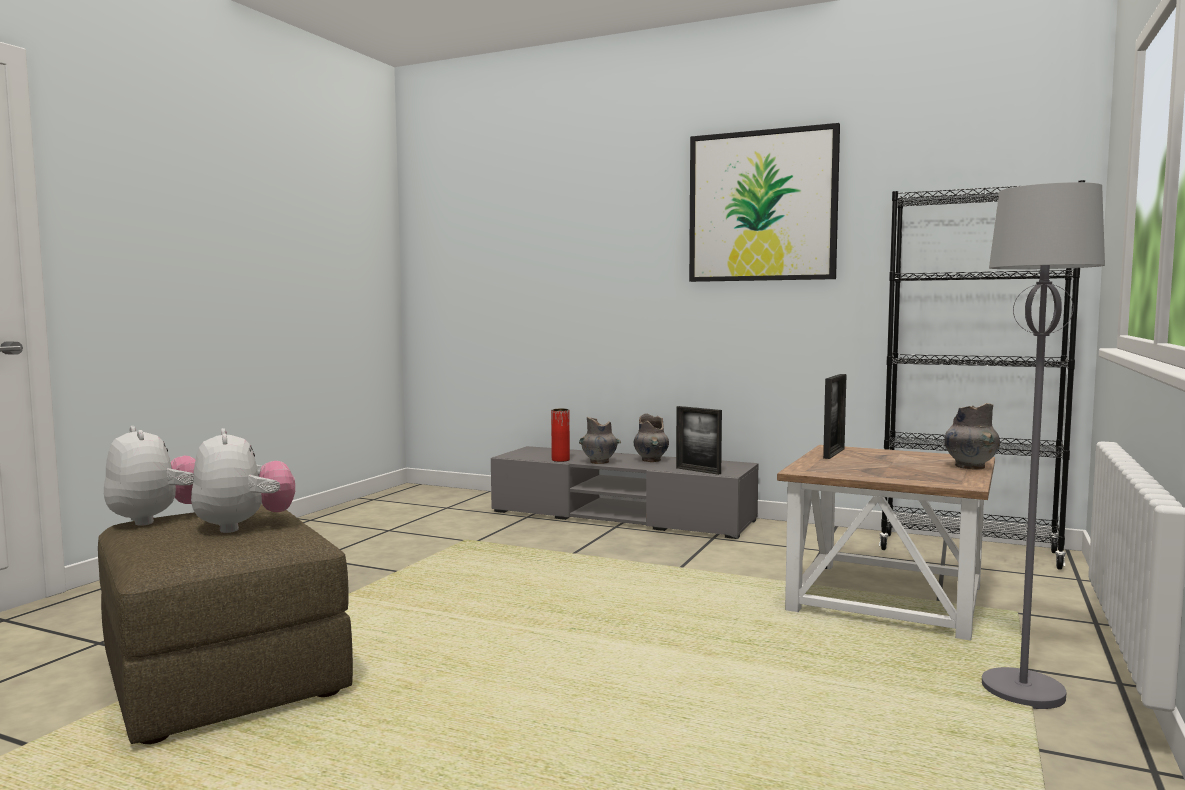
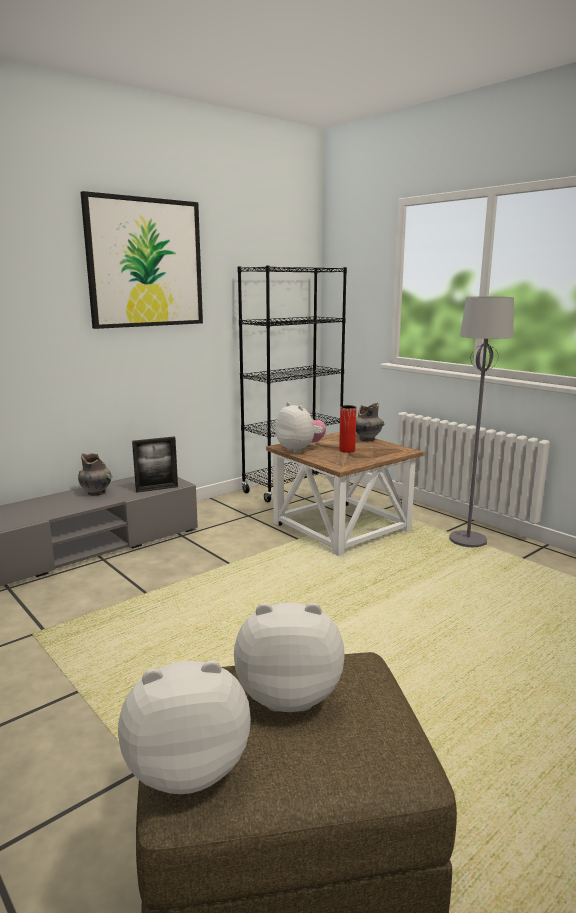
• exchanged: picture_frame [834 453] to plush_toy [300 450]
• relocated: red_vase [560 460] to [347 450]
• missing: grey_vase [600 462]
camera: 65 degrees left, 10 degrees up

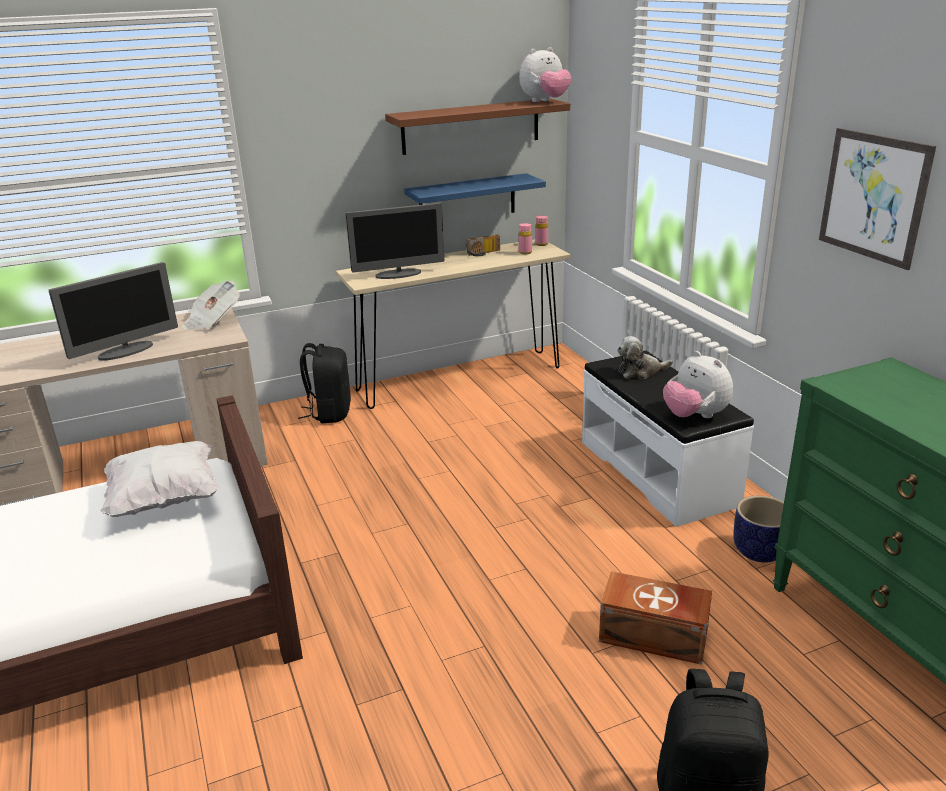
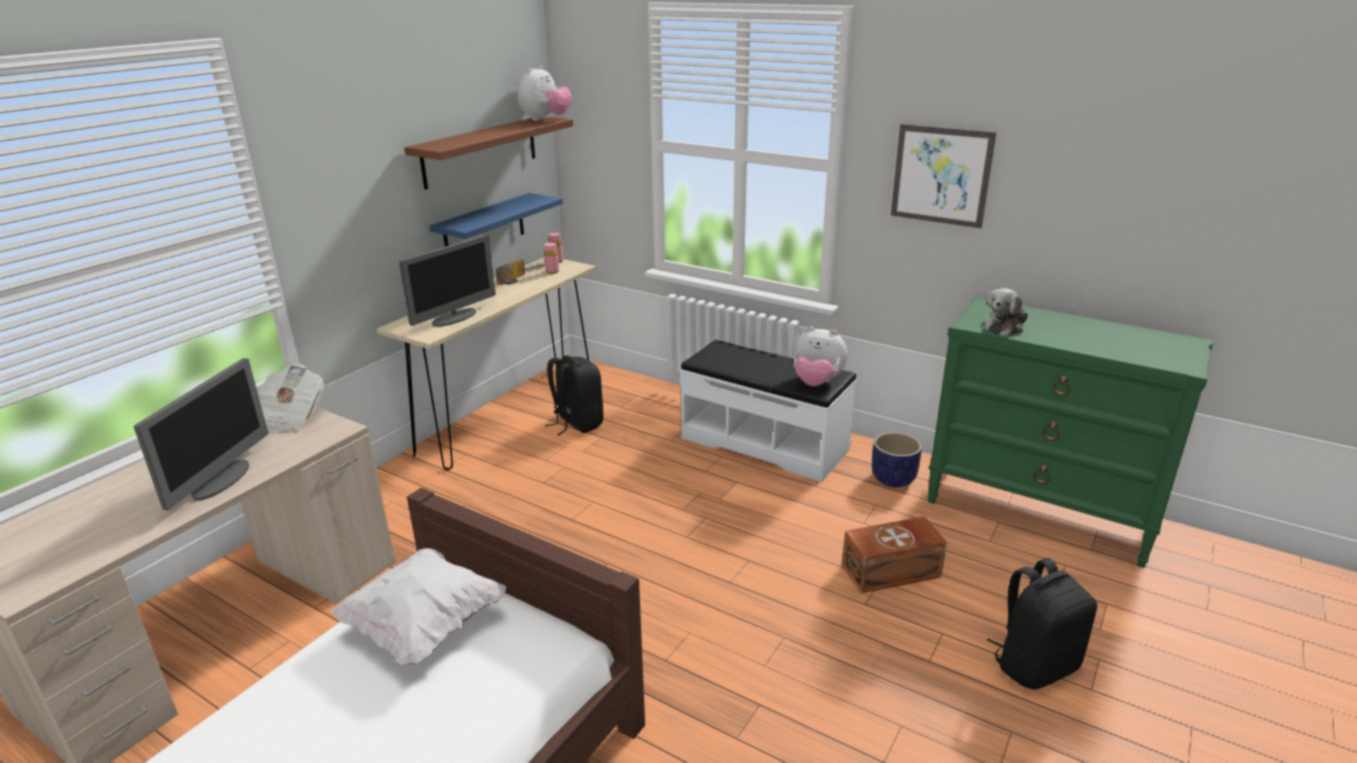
• relocated: plush_toy [640 371] to [1005 326]
• relocated: black_backpack [329 413] to [576 423]
camera: 35 degrees left, 0 degrees up

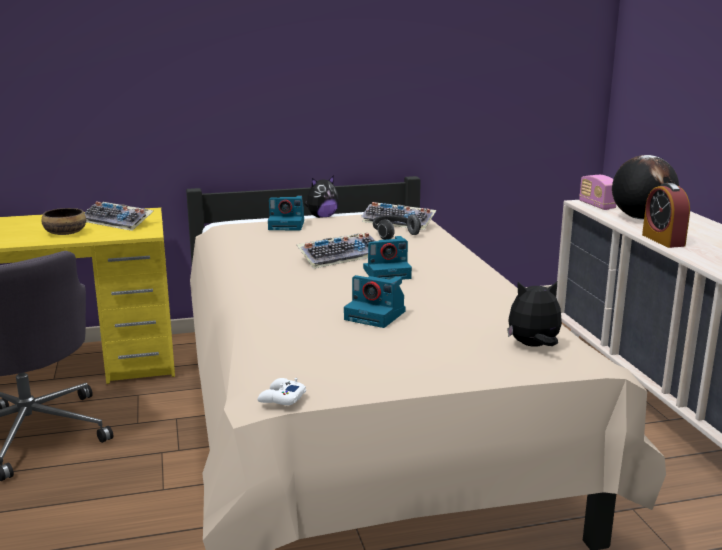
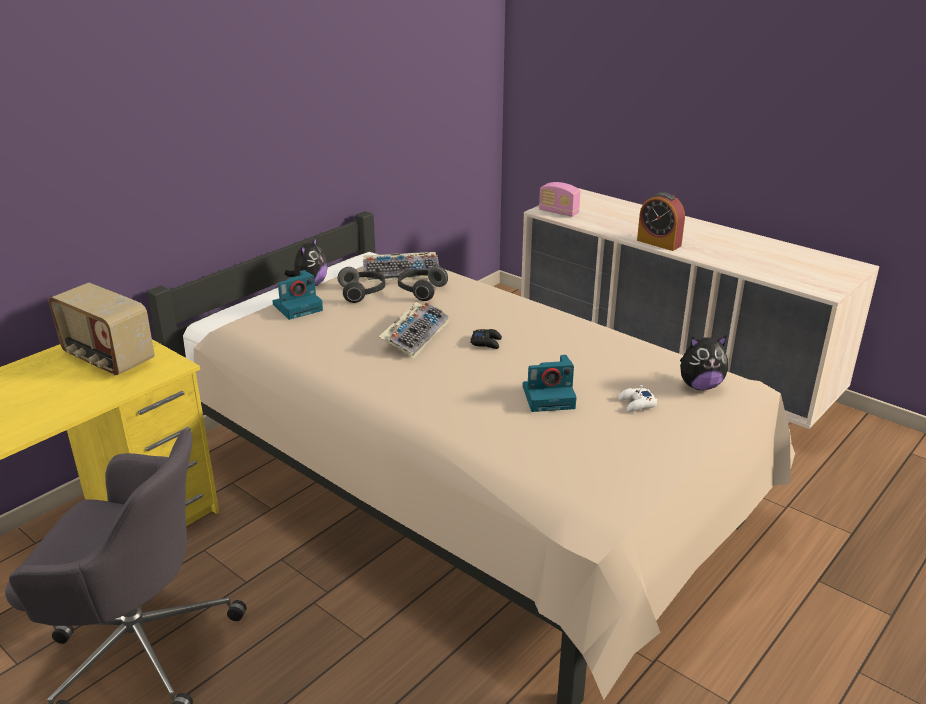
• missing: globe [641 218]
• exchanged: keyboard [119 222] to radio [107 359]
• missing: bowl [65 233]
• exchanged: photo_camera [387 273] to black_game_controller [486 342]
• spun: plush_toy [533 346] = [699 386] 150 degrees counterclockwise
• relocated: white_game_controller [281 398] to [637 404]
• appeared: headphones [363 293]
camera: 35 degrees left, 10 degrees up

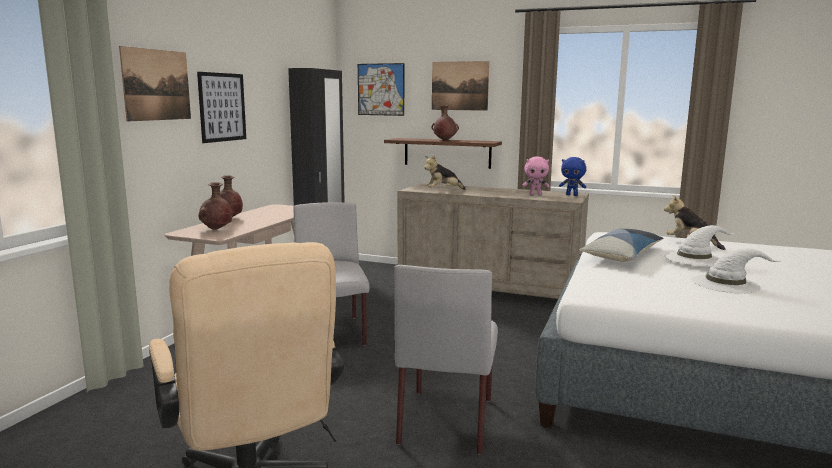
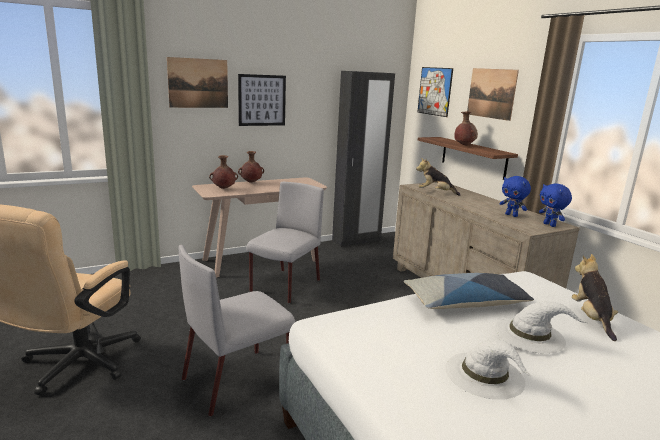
• colour: pink_plush_toy [535 194] to blue_plush_toy [511 215]
camera: 40 degrees right, 5 degrees up

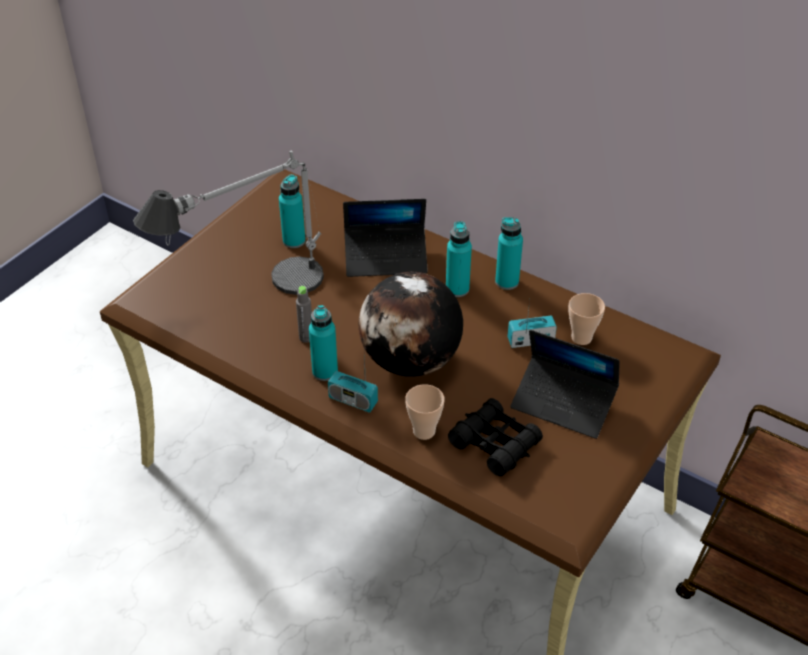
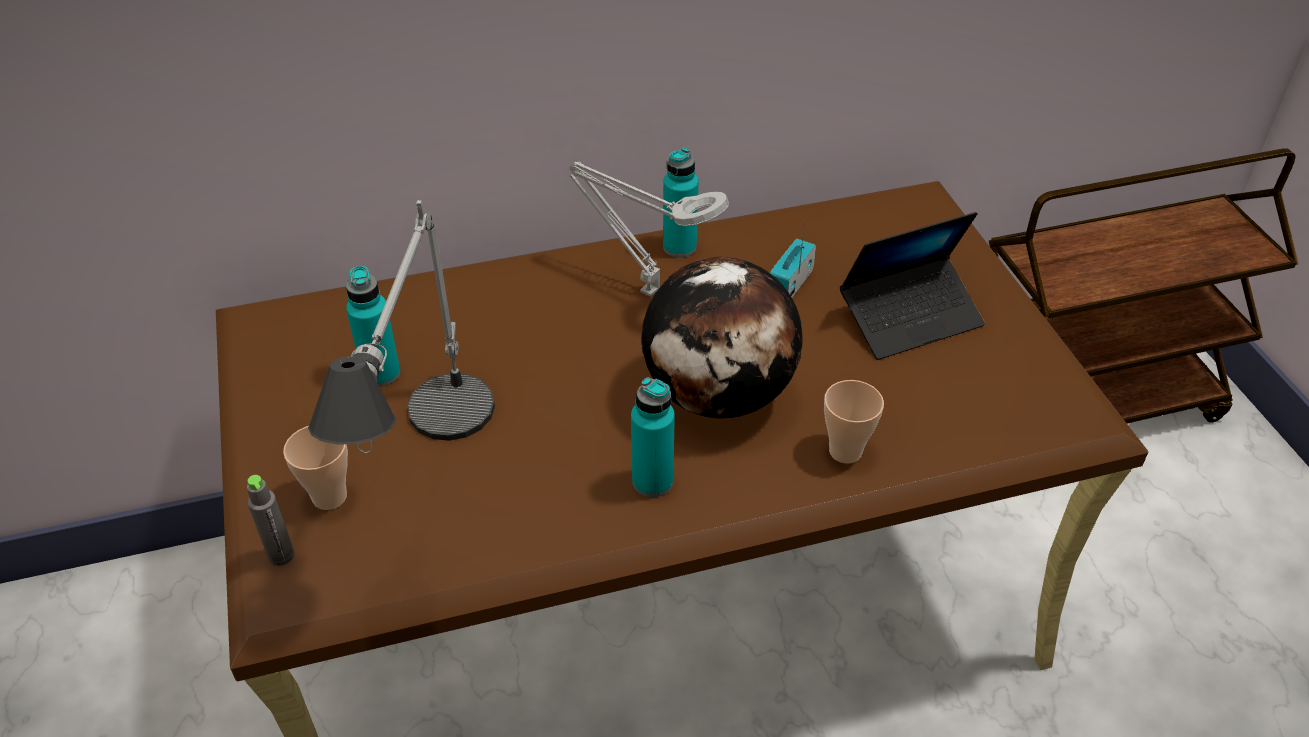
• missing: laptop [386 258]
• exchanged: turquoise_bottle [457 289] to grey_table_lamp [645 289]
• relocated: grey_bottle [306 337] to [281 555]
• relocated: cup [581 338] to [329 497]
• missing: radio [353 400]
• missing: black_binoculars [495 443]
camera: 50 degrees left, 0 degrees up

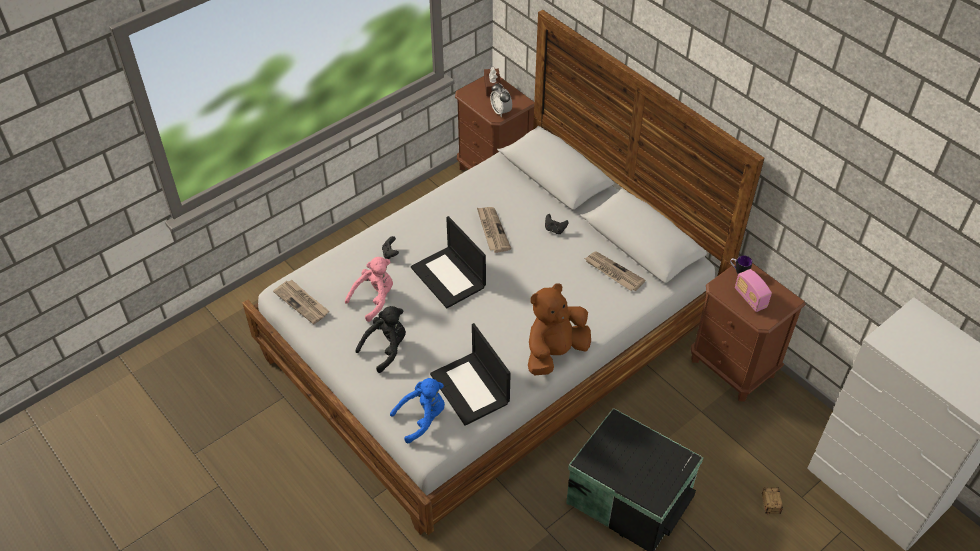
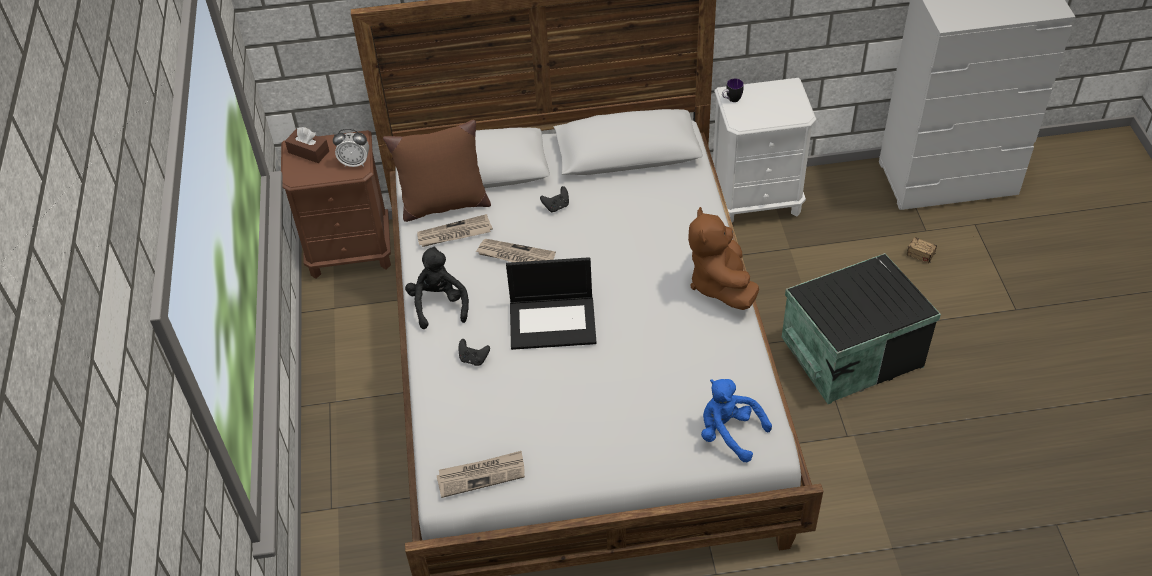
• relocated: newspaper [613 272] to [454 234]
• missing: pink_plush_toy [374 299]
• colour: brown_nightstand [733 367] to white_nightstand [757 200]
• missing: radio [750 298]
• relocated: black_plush_toy [386 348] to [439 304]
• missing: laptop [471 389]
• spun: blue_plush_toy [422 418] = [729 433] 60 degrees counterclockwise
• appeared: brown_pillow [443 204]
camera: 55 degrees left, 0 degrees up

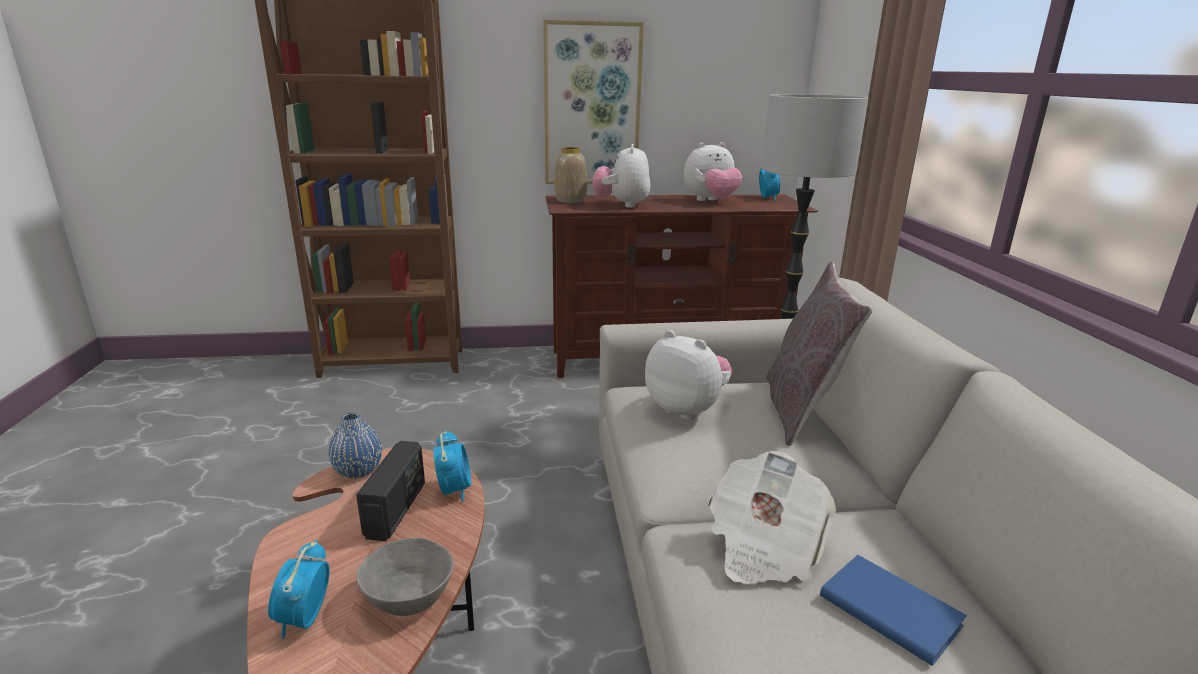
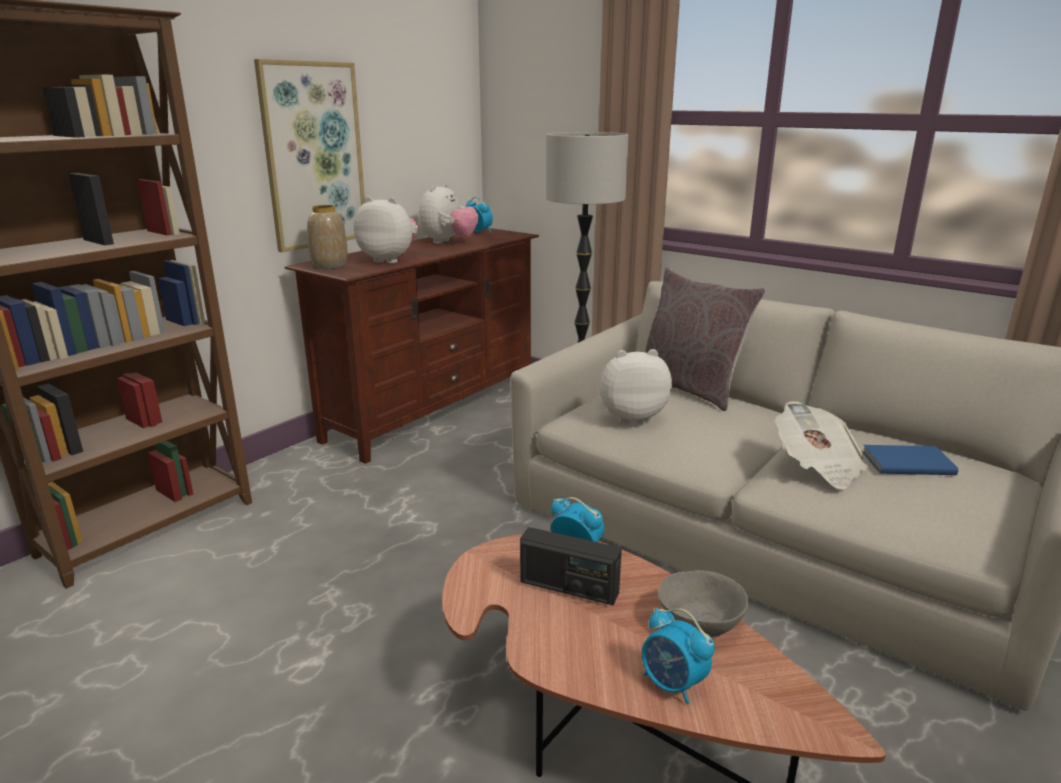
• spun: plush_toy [621 205] = [389 260] 150 degrees clockwise
• missing: blue_vase [358 470]
• spun: radio [396 509] = [569 588] 150 degrees clockwise
camera: 45 degrees left, 0 degrees up

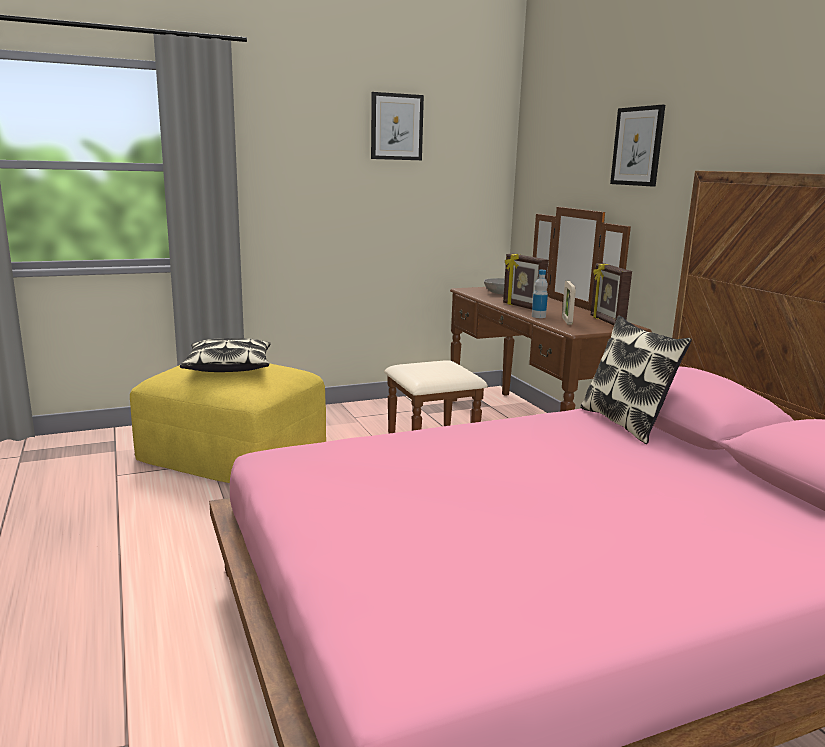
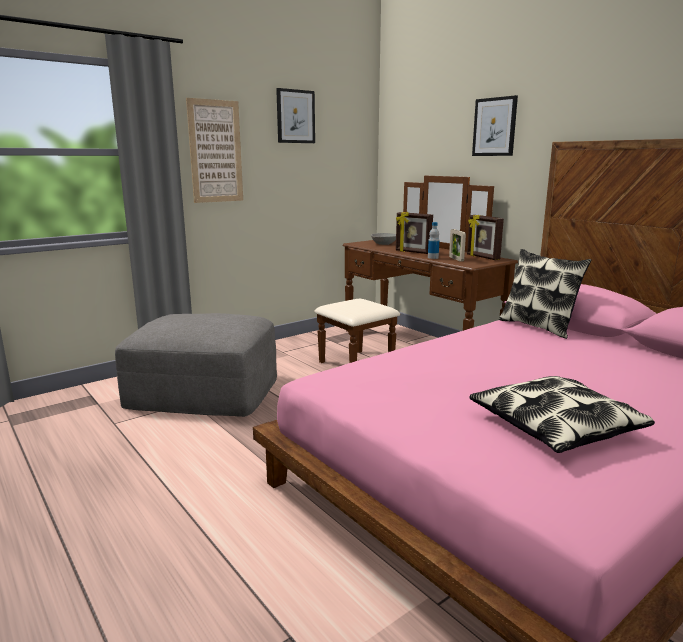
• relocated: pillow [228 367] to [554 427]
• colour: yellow_ottoman [234 451] to grey_ottoman [204 390]
• appeared: picture [215 151]
camera: 15 degrees left, 0 degrees up

